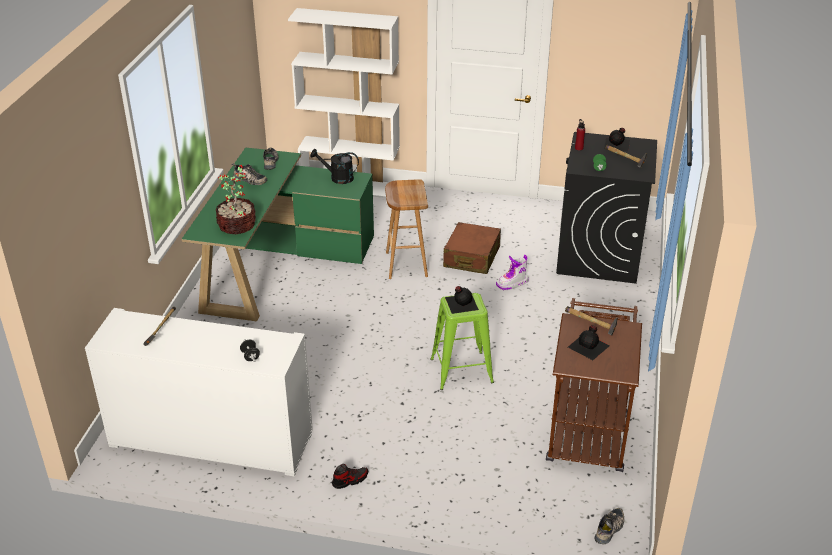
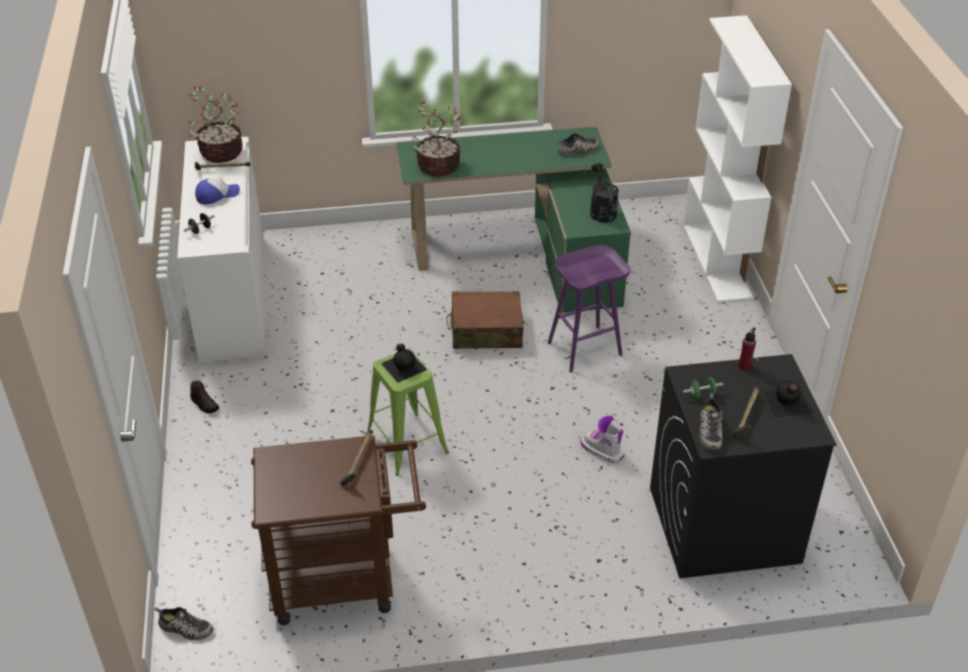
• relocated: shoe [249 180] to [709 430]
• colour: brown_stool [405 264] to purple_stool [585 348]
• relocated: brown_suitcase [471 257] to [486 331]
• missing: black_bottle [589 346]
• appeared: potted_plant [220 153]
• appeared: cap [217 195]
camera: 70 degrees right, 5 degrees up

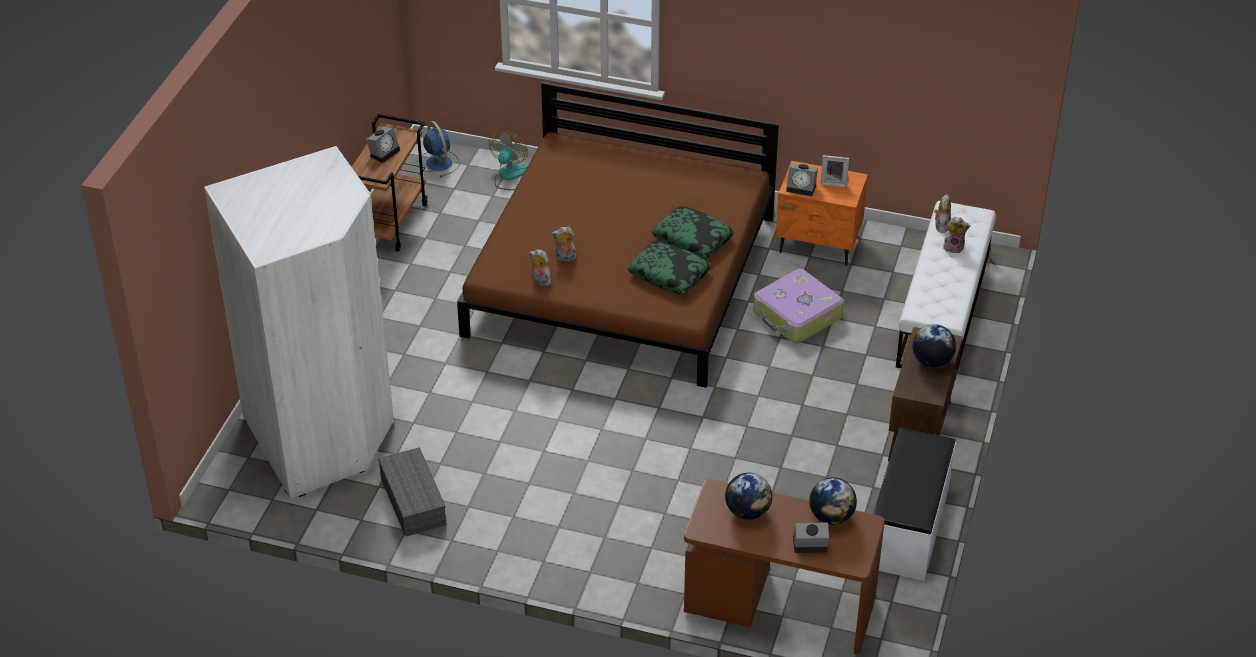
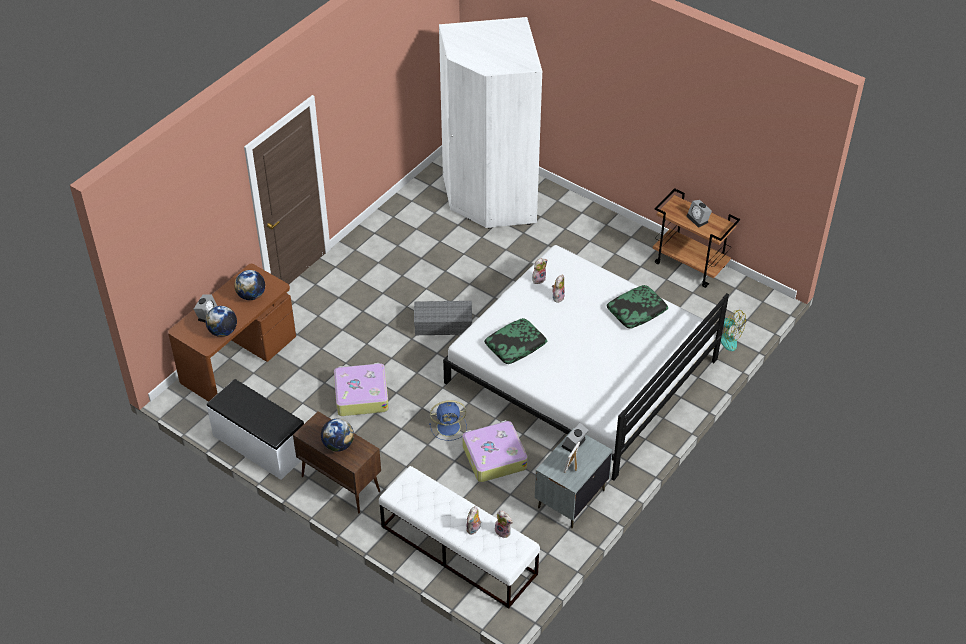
• colour: brown_bed [622 275] to white_bed [582 371]
• relocated: blue_fan [438 162] to [449 427]
• colour: orange_nightstand [819 244] to grey_nightstand [570 499]
• relocated: pillow [693 239] to [636 311]
• relocated: grey_storage_box [411 501] to [444 324]
• appeared: suitcase [361 395]
camera: 110 degrees right, 5 degrees up

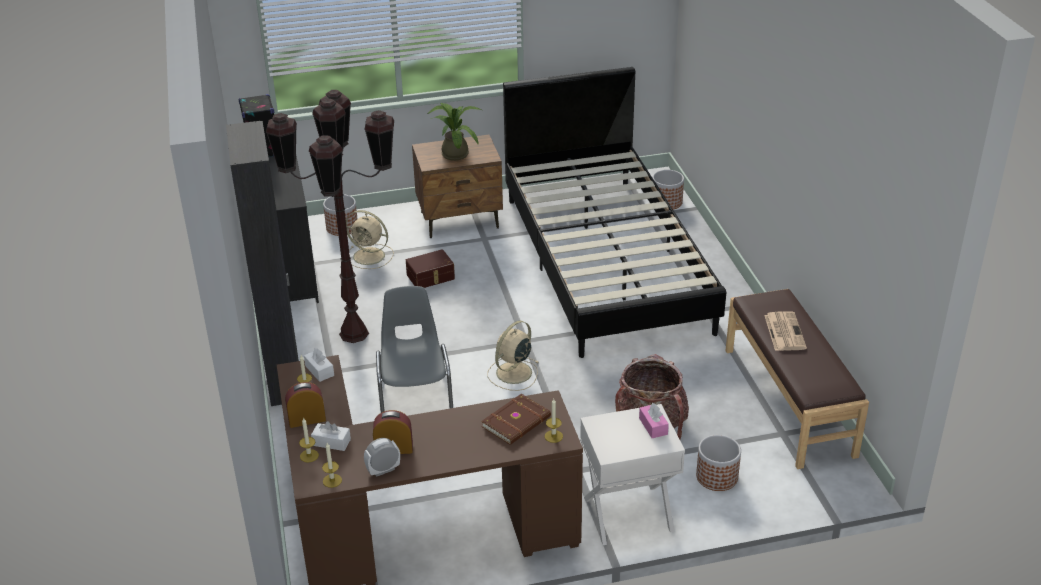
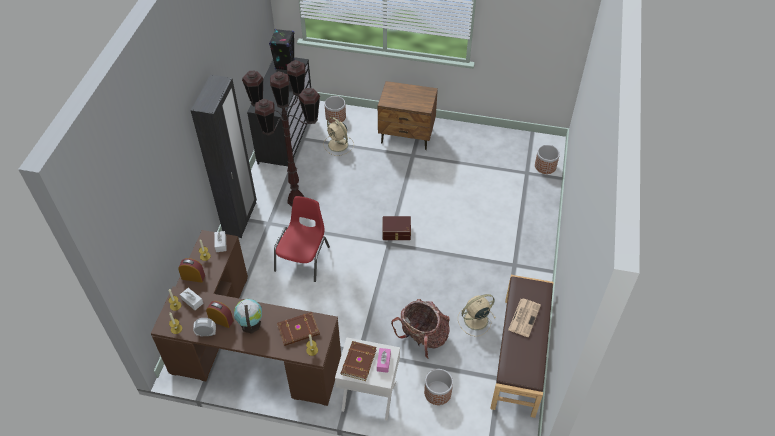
• missing: black_bed [605 262]
• missing: potted_plant [455 153]
• relocated: brown_storage_box [431 277] to [396 232]
• colour: grey_chair [415 394] to red_chair [303 258]
• relocated: beige_fan [513 373] to [475 320]
• appeared: globe [250 323]
• appeared: brown_book [358 362]
camera: 25 degrees right, 15 degrees up

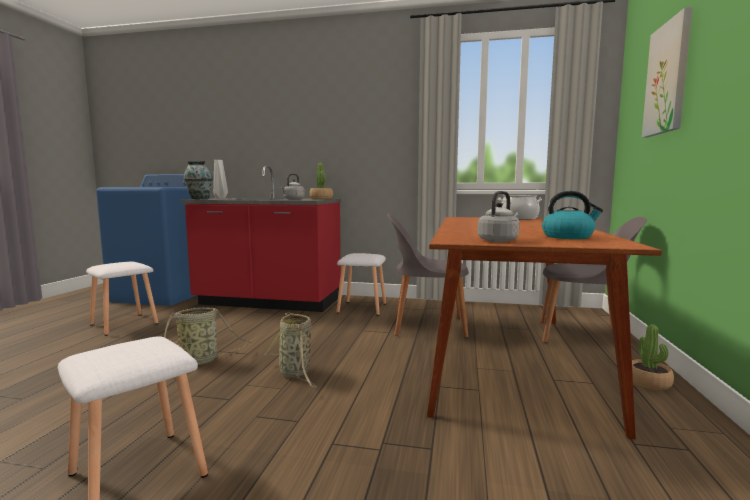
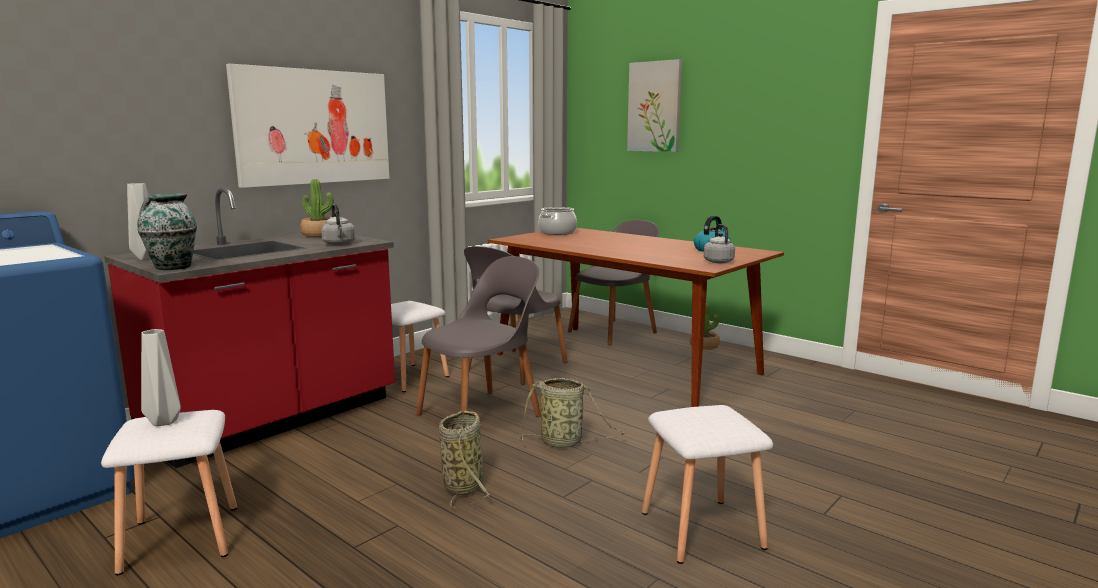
• appeared: picture [314 127]
• appeared: grey_chair [481 414]
• appeared: grey_vase [165 421]
camera: 60 degrees left, 5 degrees up

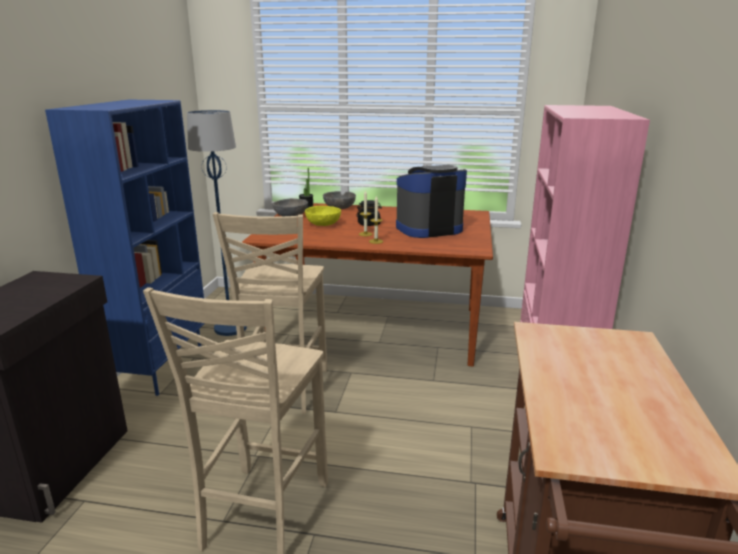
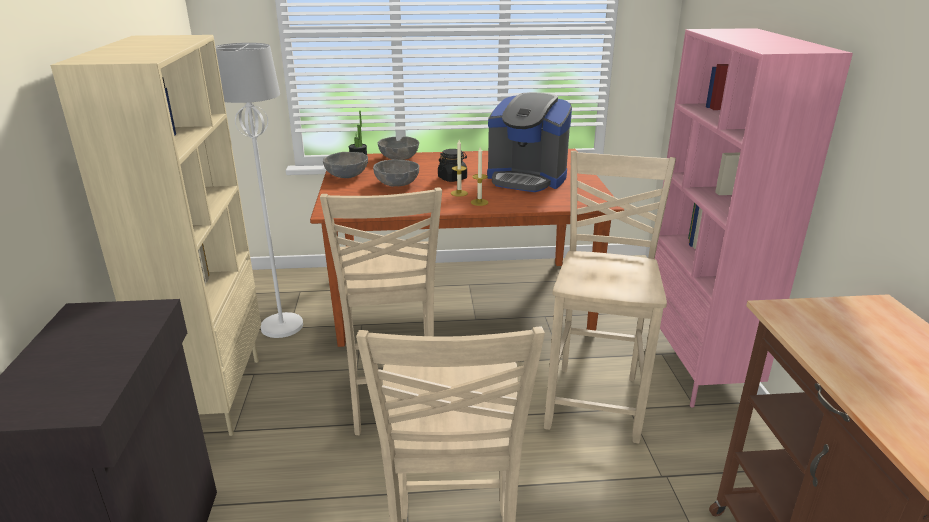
• colour: blue_bookcase [160 368] to beige_bookcase [216 395]
• colour: blue_floor_lamp [231 328] to white_floor_lamp [282 326]
• spun: coffee_machine [428 229] = [527 179] 120 degrees counterclockwise
• colour: yellow_bowl [323 224] to grey_bowl [397 184]
• appeared: beige_chair [596 401]
camera: 15 degrees left, 5 degrees up

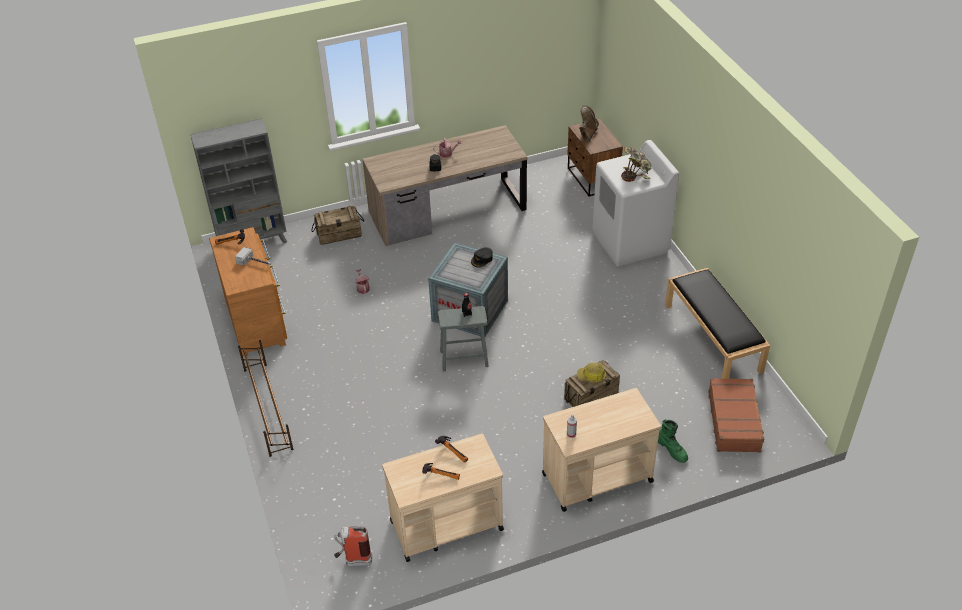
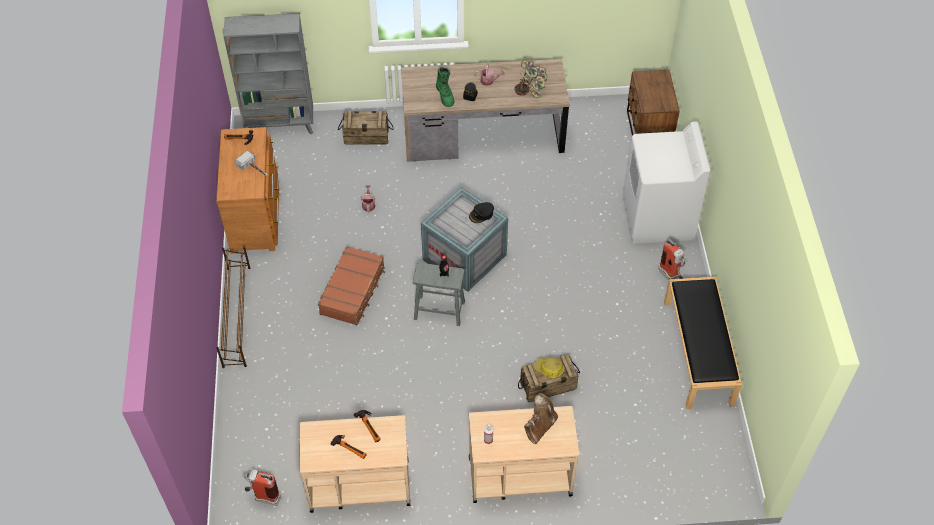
• relocated: brown_boot [587 134] to [540 426]
• relocated: potted_plant [636 173] to [531 87]
• relocated: brown_suitcase [734 421] to [353 291]
• relocated: green_boot [672 449] to [445 95]
• appeared: fire_extinguisher [671 277]
camera: 15 degrees right, 10 degrees up

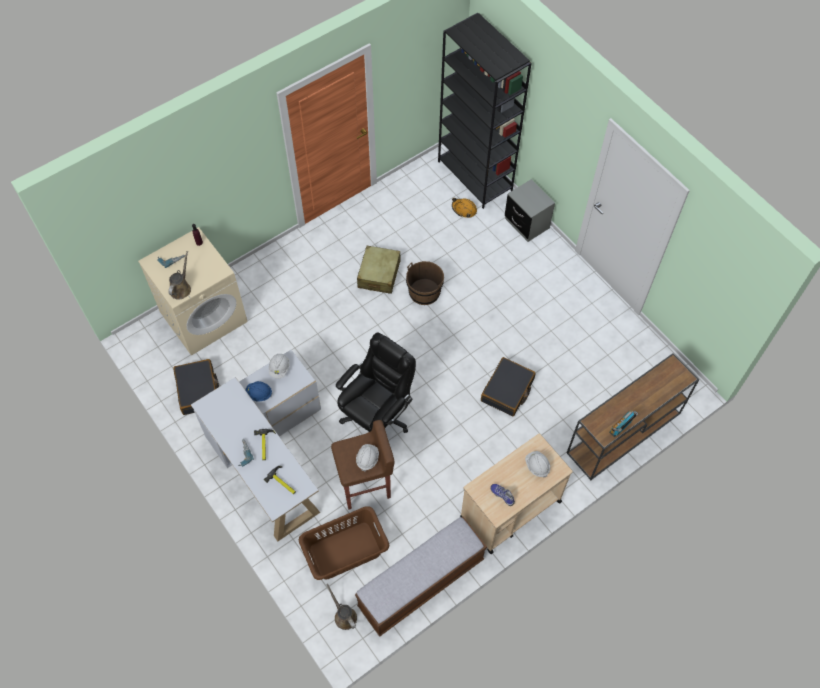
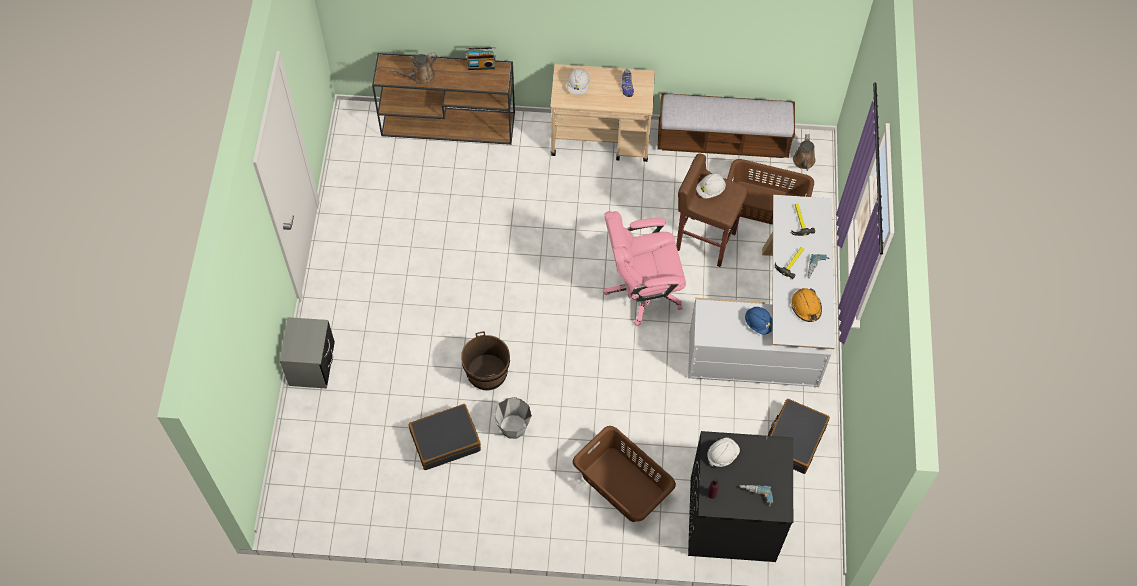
• missing: black_bookcase [475 176]
• relocated: orange_hard_hat [464 209] to [806 307]
• colour: beige_washing_machine [204 316] to black_washing_machine [731 520]
• exchanged: beige_suitcase [379 274] to grey_bucket [513 427]
• relocated: brown_watering_can [181 288] to [420 76]
• colour: black_office_chair [377 415] to pink_office_chair [642 290]
• relocated: white_hard_hat [279 368] to [722 455]
• relocated: black_suitcase [507 391] to [445 440]
• appeared: brown_laundry_basket [622 485]
camera: 140 degrees left, 0 degrees up

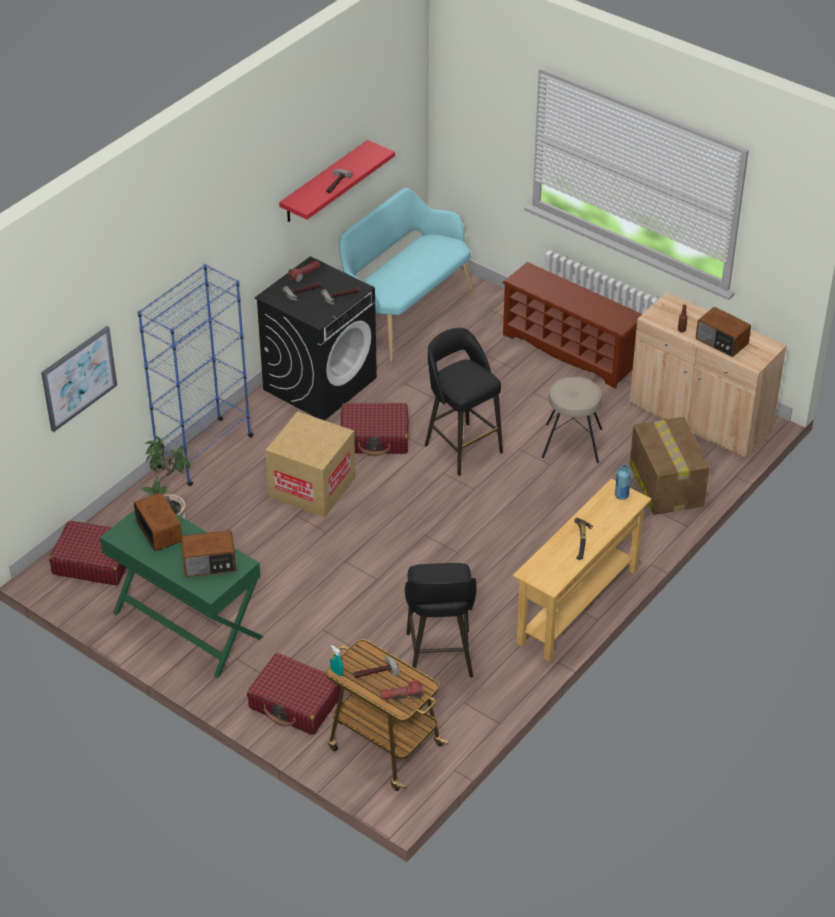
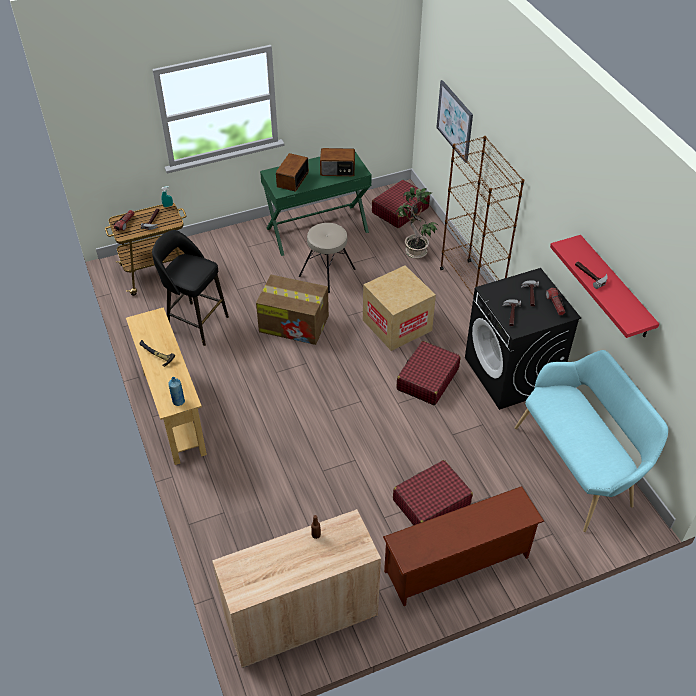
• colour: blue_bookcase [204 452] to brown_bookcase [470 286]
• missing: radio [721 342]
• missing: black_stool [462 447]
• relocated: beige_stool [572 442] to [327 273]
• relocated: cardboard_box [665 484] to [295 324]
• relocated: red_suitcase [295 703] to [431 502]
camera: 120 degrees right, 5 degrees up

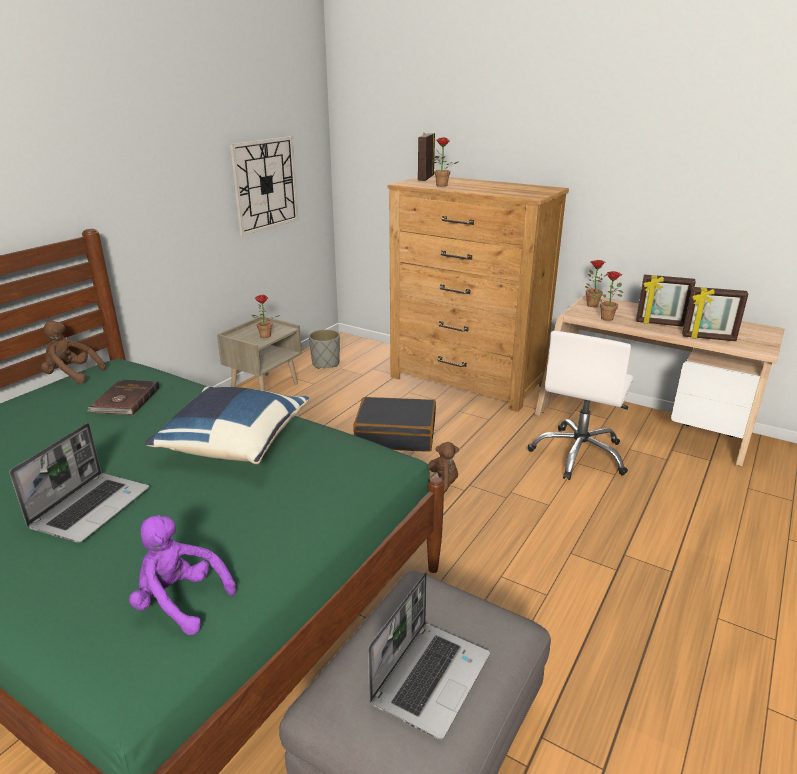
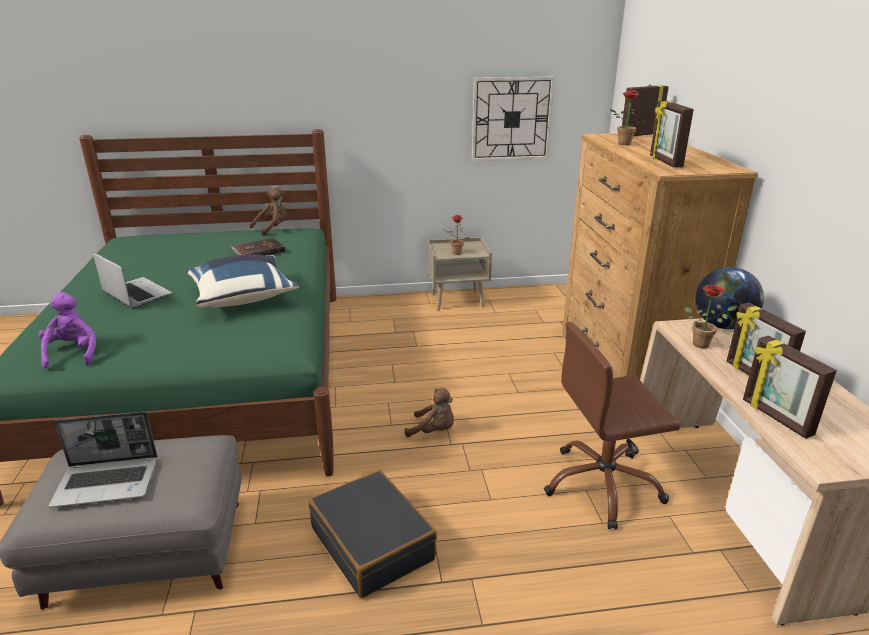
• exchanged: potted_plant [590 304] to globe [722 325]
• spun: brown_plush_toy [71 375] = [273 228] 75 degrees clockwise
• missing: grey_planter [326 363]
• colour: white_office_chair [579 455] to brown_office_chair [602 485]
• relocated: black_suitcase [396 435] to [373 543]
• spun: laptop [91 507] = [135 294] 120 degrees counterclockwise
• appeared: picture_frame [664 162]
camera: 50 degrees right, 0 degrees up

